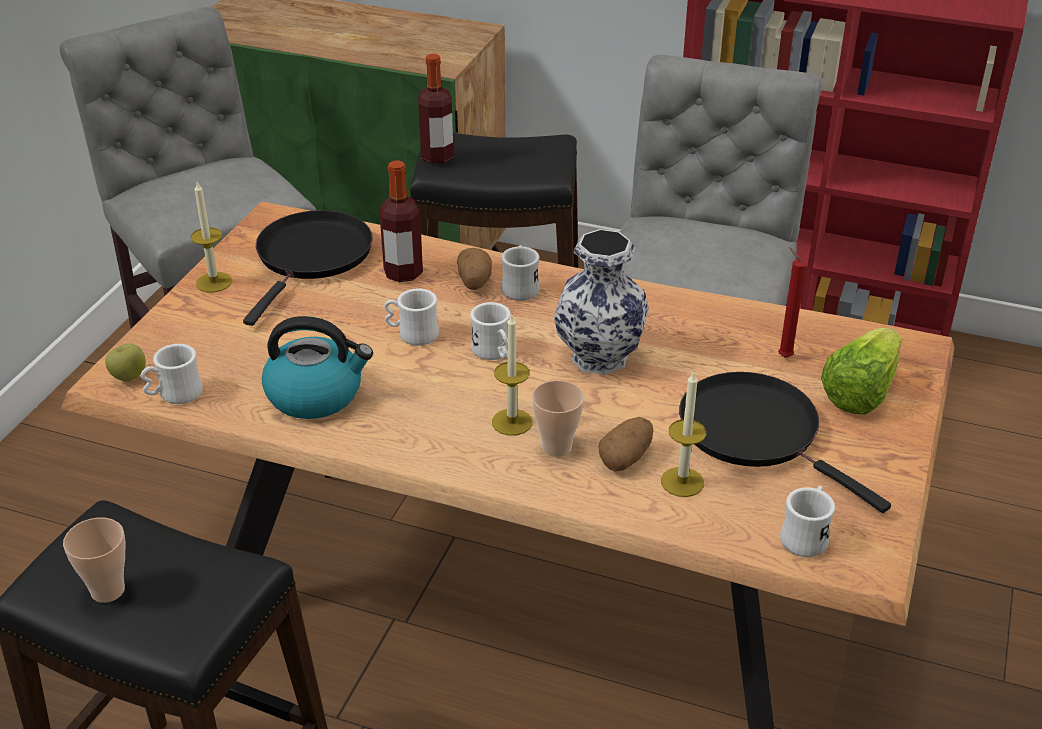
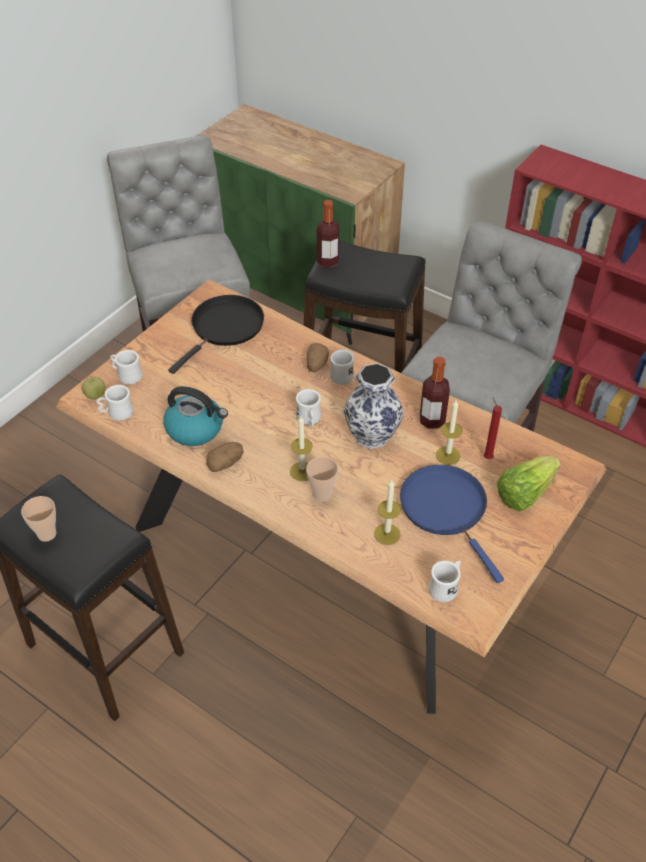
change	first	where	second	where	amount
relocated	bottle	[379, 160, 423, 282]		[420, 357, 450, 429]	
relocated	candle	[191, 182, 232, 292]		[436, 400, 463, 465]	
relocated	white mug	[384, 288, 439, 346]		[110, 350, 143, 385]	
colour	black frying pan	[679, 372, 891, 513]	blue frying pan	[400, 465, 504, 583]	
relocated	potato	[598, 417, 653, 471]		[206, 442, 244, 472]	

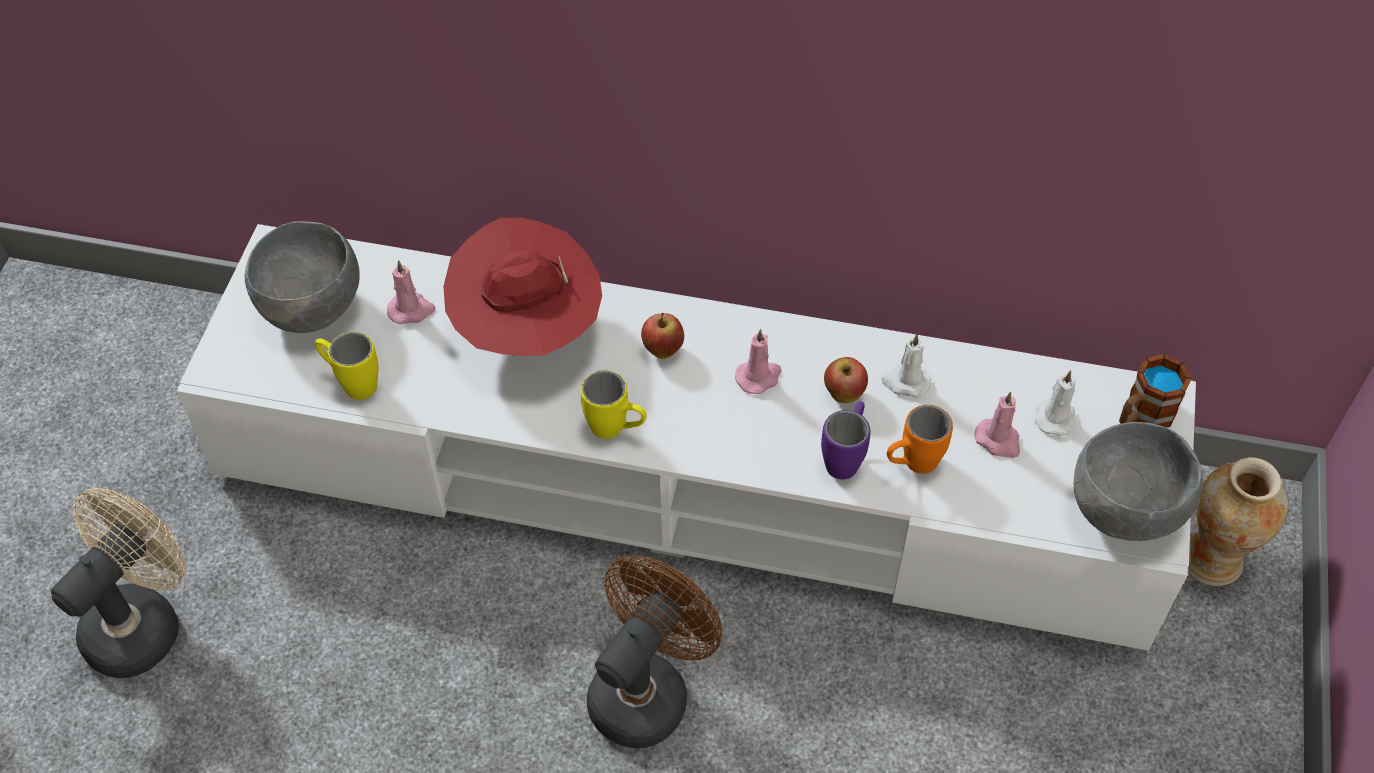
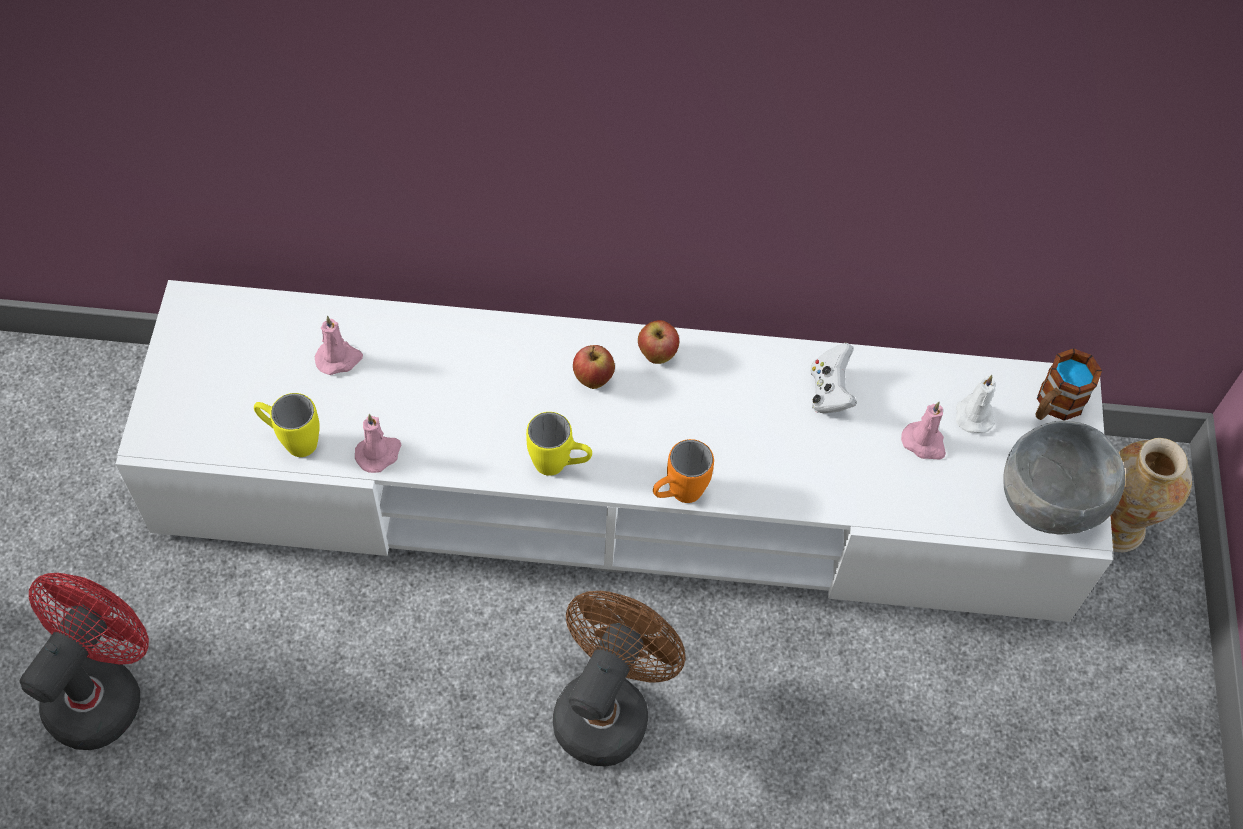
change	first	where	second	where	amount
missing	red hat	[443, 218, 602, 356]			
missing	grey bowl	[245, 221, 360, 333]			
relocated	pink candle	[735, 329, 782, 394]		[355, 414, 401, 473]	
exchanged	white candle	[881, 334, 931, 398]	white game controller	[810, 343, 857, 413]	
relocated	apple	[824, 357, 868, 403]		[638, 320, 679, 364]	
missing	purple mug	[821, 401, 871, 480]			
relocated	orange mug	[887, 405, 953, 474]		[653, 439, 714, 503]	
colour	beige fan	[51, 488, 186, 678]	red fan	[20, 573, 149, 750]	

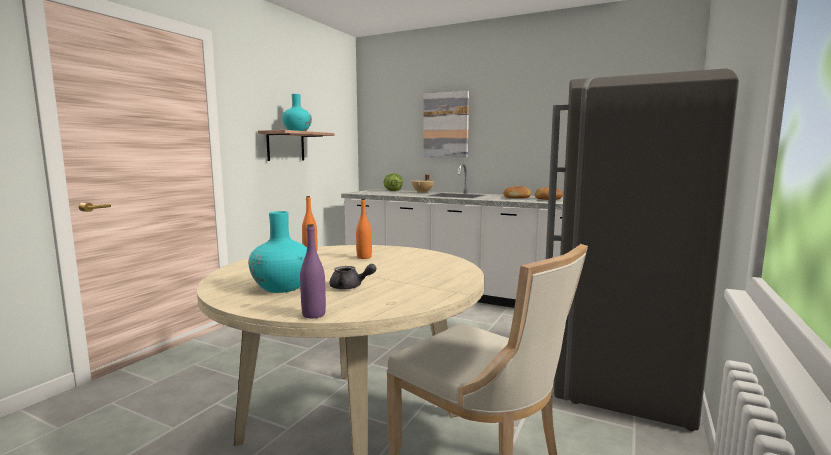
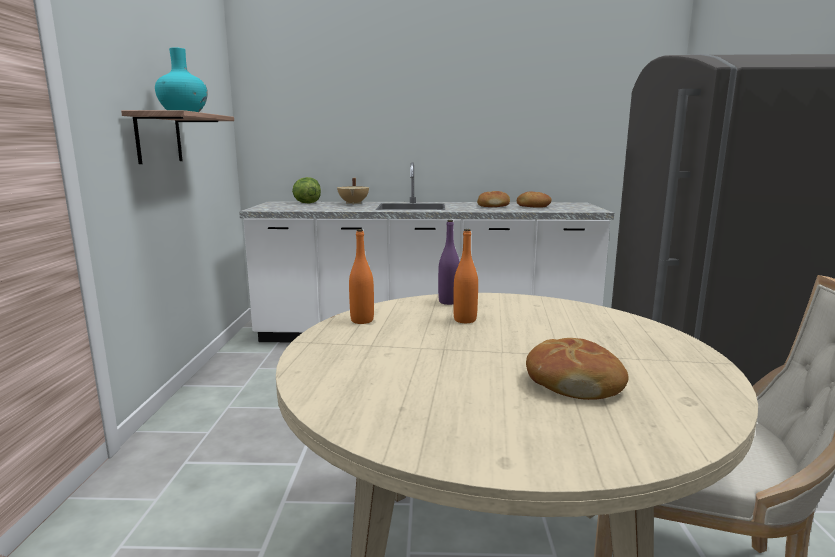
change	first	where	second	where	amount
missing	picture	[423, 91, 469, 157]			
missing	turquoise vase	[248, 211, 307, 293]			
relocated	purple bottle	[300, 224, 326, 319]		[438, 220, 460, 305]	
exchanged	grey teapot	[330, 264, 377, 290]	bread	[526, 338, 628, 400]	

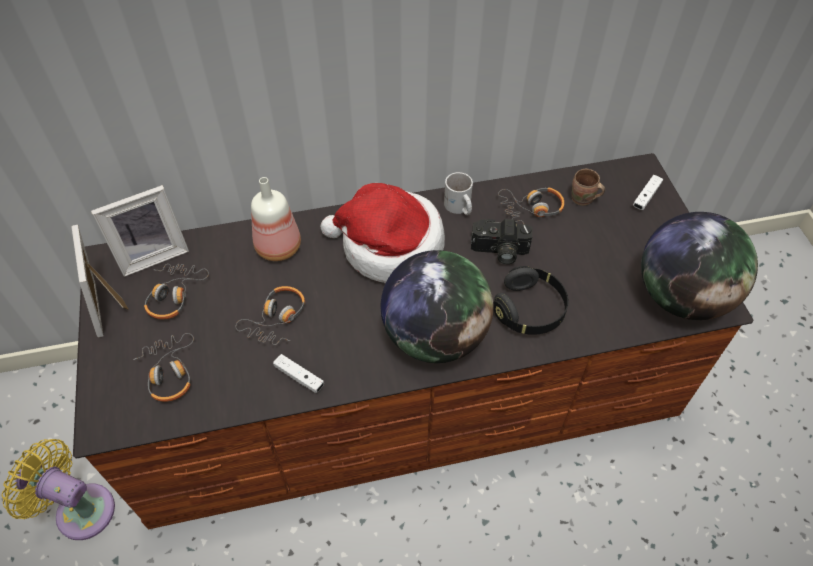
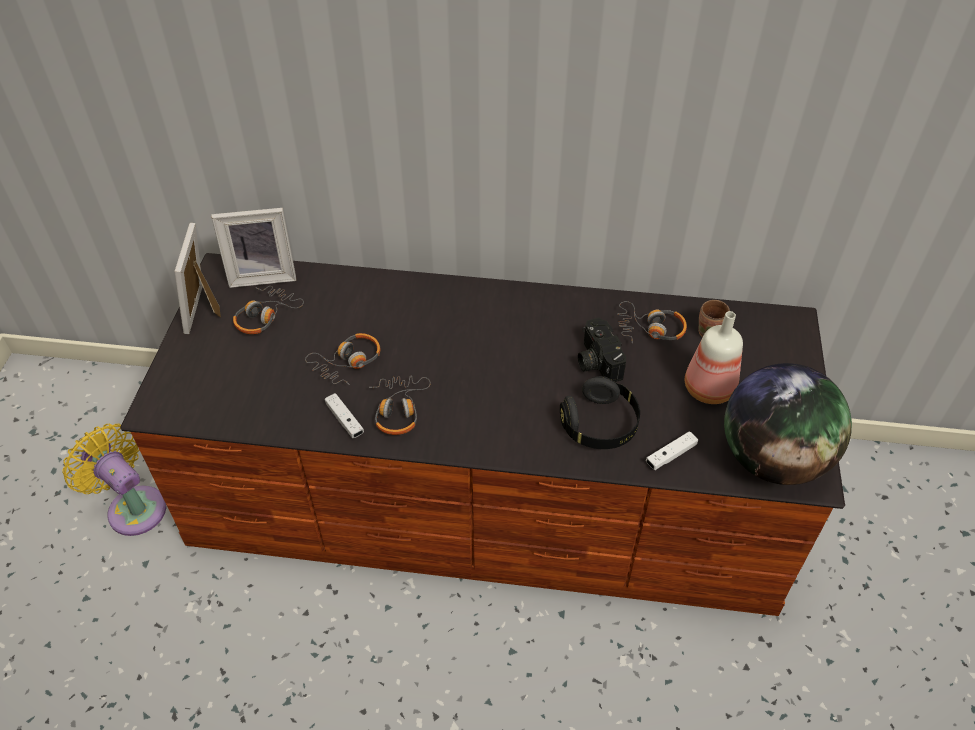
change	first	where	second	where	amount
missing	white mug	[444, 172, 473, 215]			
relocated	white game controller	[633, 175, 663, 210]		[646, 431, 698, 470]	
relocated	bottle	[251, 177, 301, 261]		[685, 311, 743, 404]	
missing	hat	[320, 183, 445, 283]			
spun	photo camera	[471, 219, 532, 264]		[578, 318, 626, 382]	45 degrees clockwise
missing	globe	[381, 250, 494, 363]			
relocated	headphones	[133, 333, 194, 402]		[369, 376, 431, 435]	

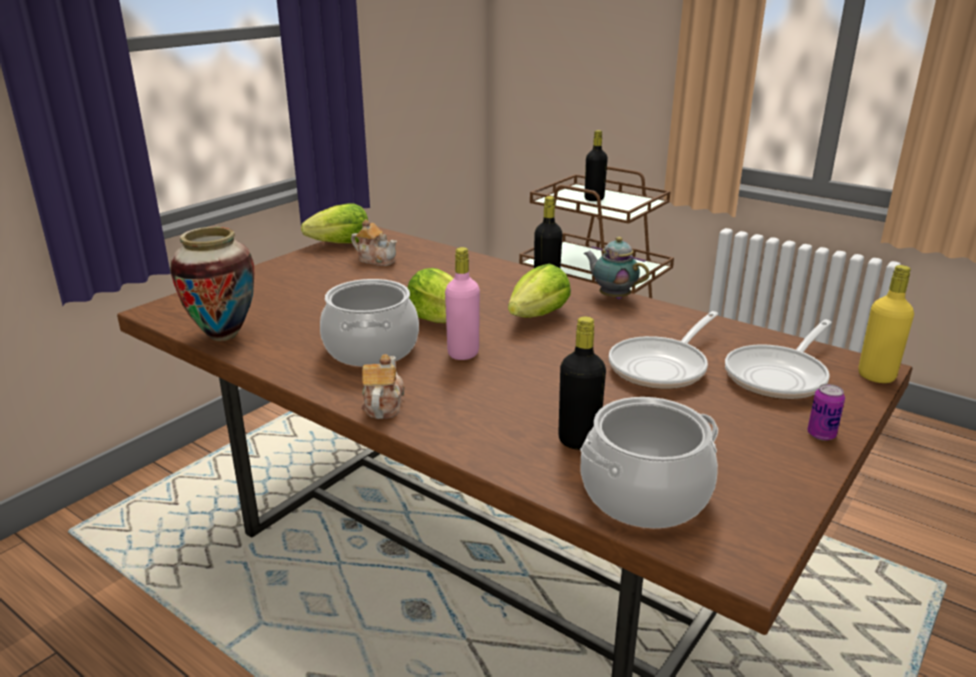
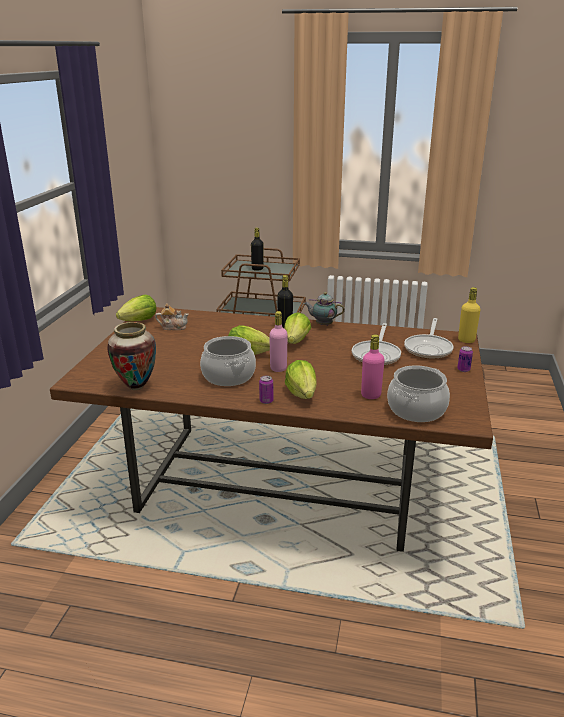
change	first	where	second	where	amount
colour	black bottle	[558, 316, 606, 450]	pink bottle	[361, 334, 384, 399]	
exchanged	teapot	[361, 354, 405, 419]	can	[259, 376, 273, 404]	
appeared			lettuce	[285, 360, 317, 399]	

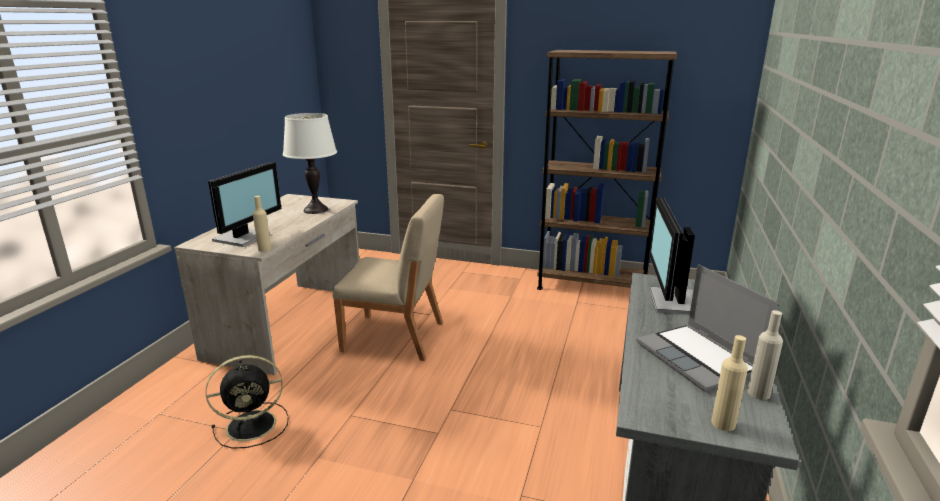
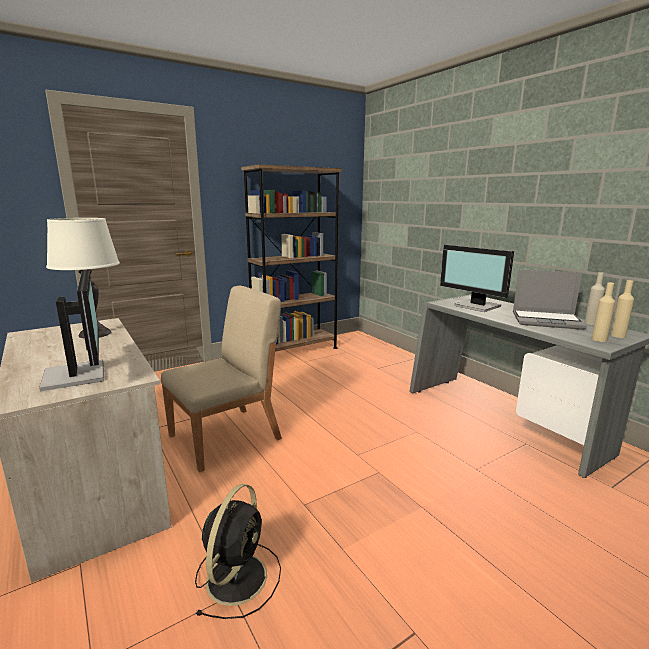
change	first	where	second	where	amount
relocated	beige bottle	[253, 196, 271, 252]		[592, 282, 615, 342]	

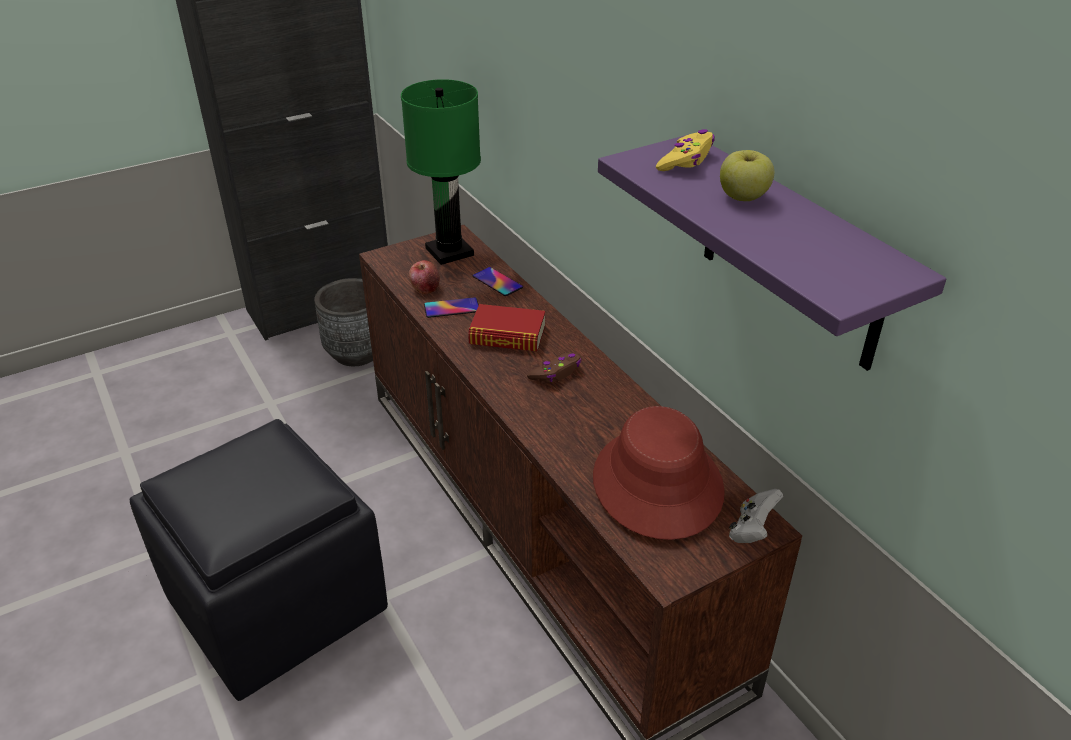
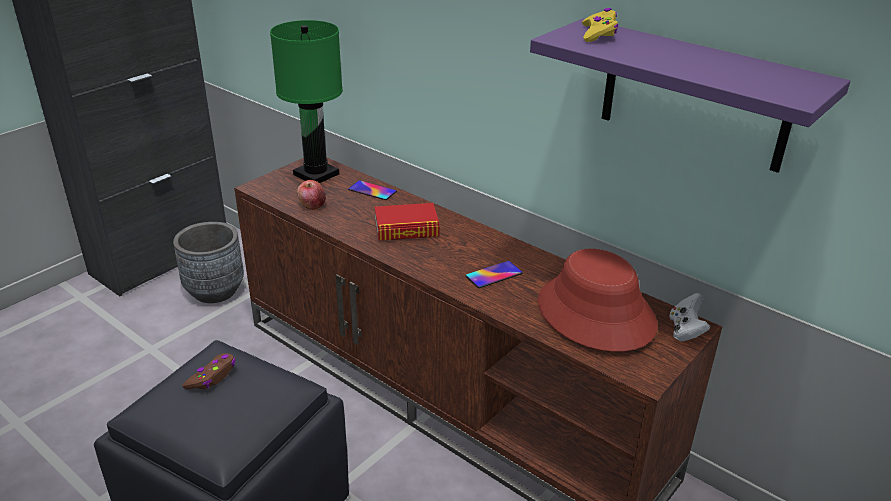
change	first	where	second	where	amount
missing	apple	[720, 150, 774, 201]			
relocated	phone	[424, 297, 479, 318]		[465, 261, 523, 288]	
relocated	brown game controller	[527, 352, 581, 383]		[182, 353, 236, 389]	

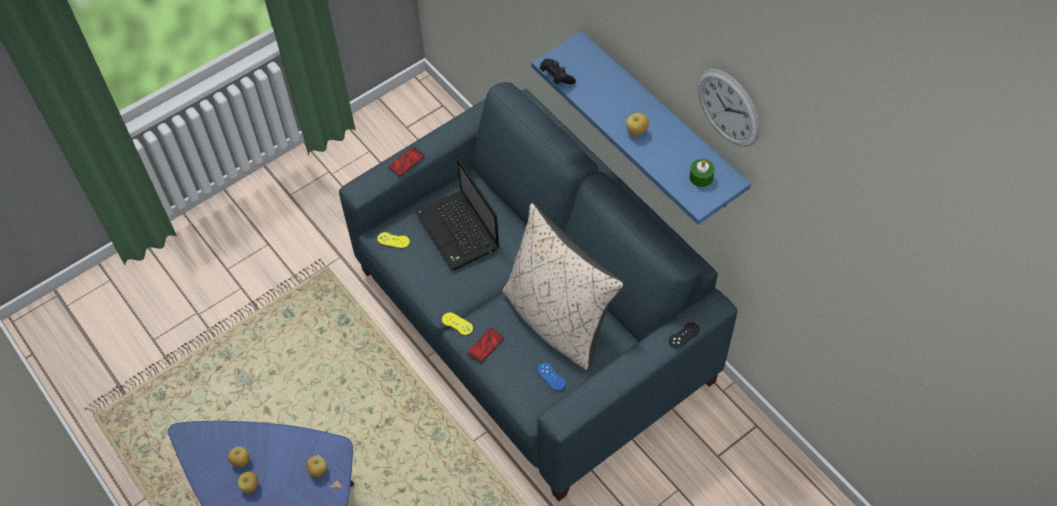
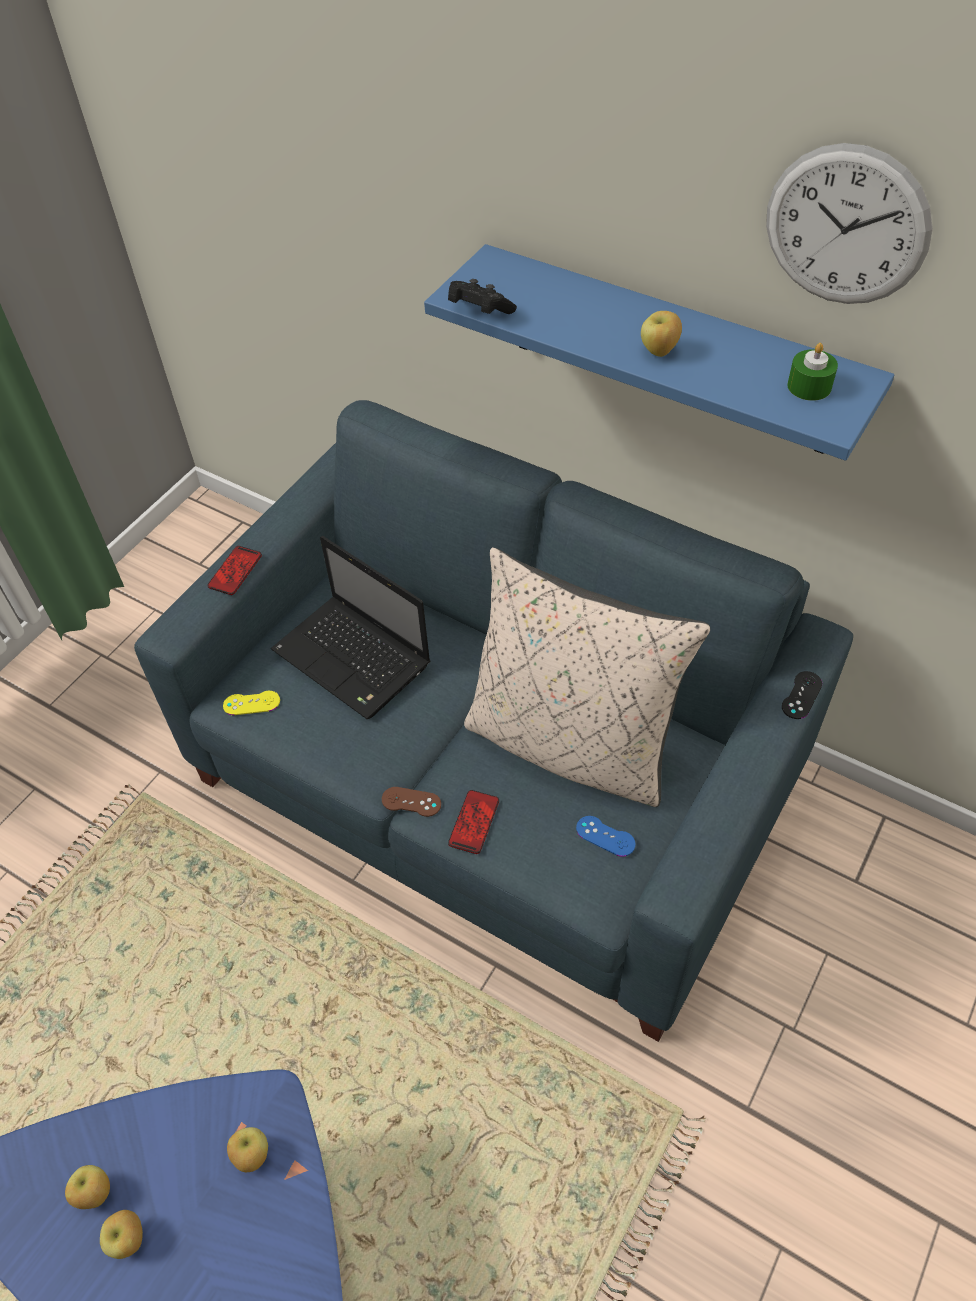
change	first	where	second	where	amount
colour	yellow game controller	[442, 312, 473, 335]	brown game controller	[382, 787, 441, 817]	

